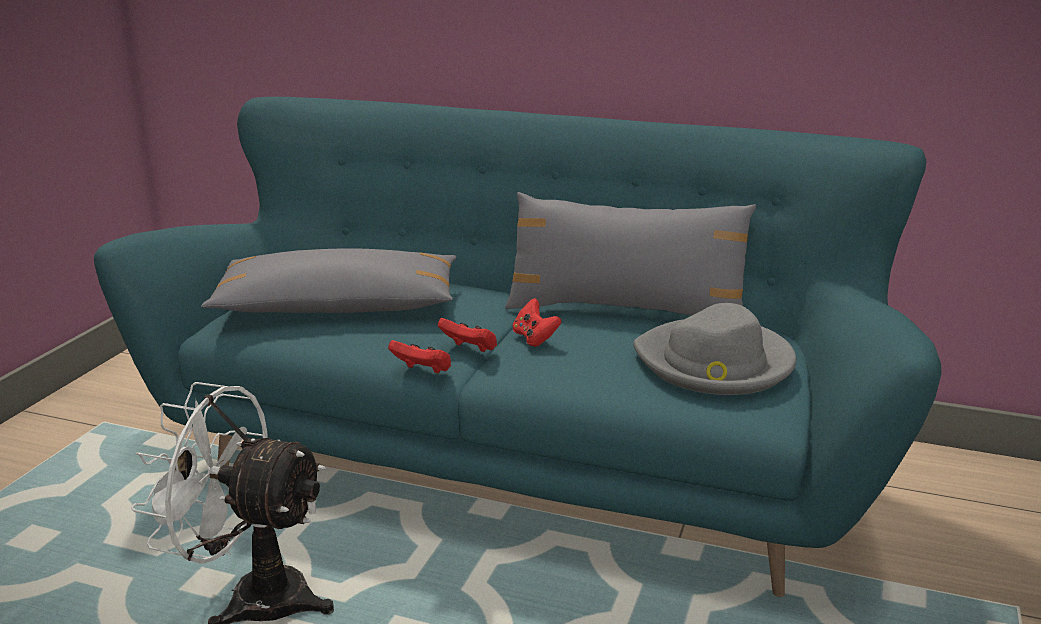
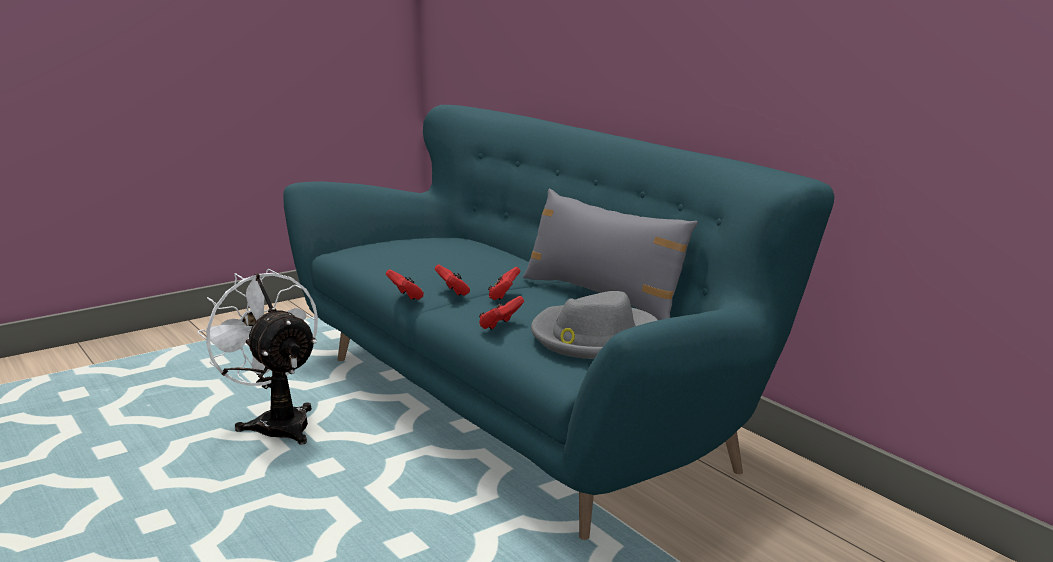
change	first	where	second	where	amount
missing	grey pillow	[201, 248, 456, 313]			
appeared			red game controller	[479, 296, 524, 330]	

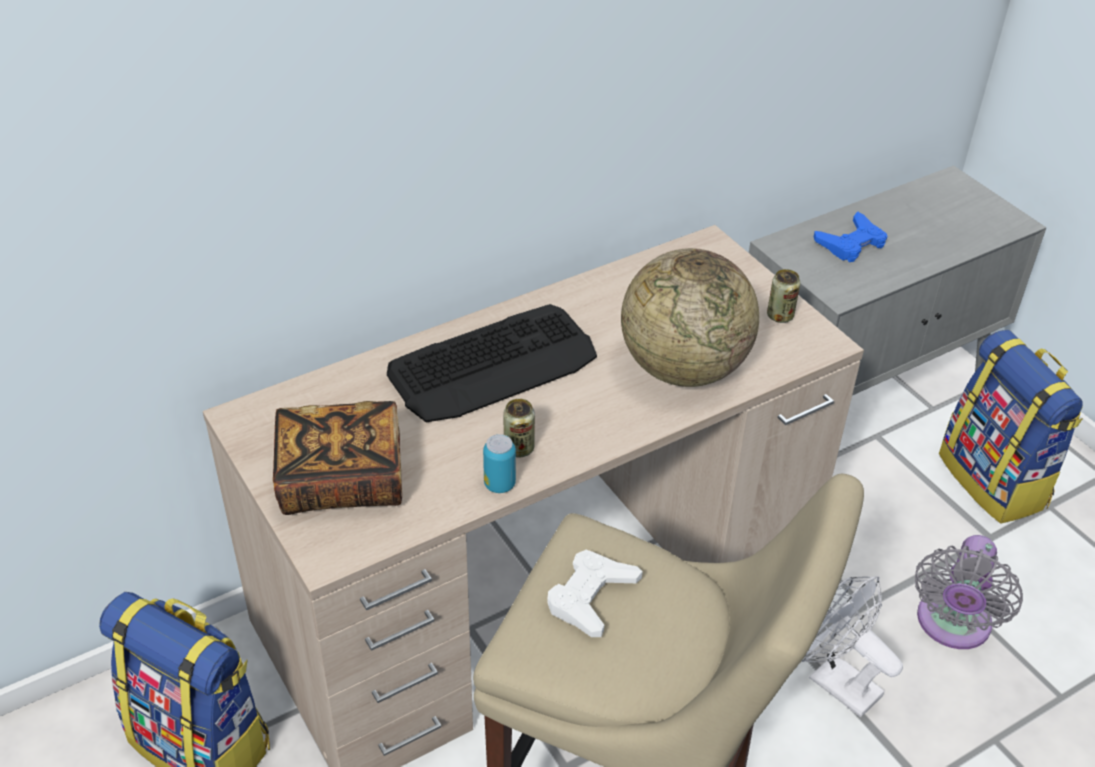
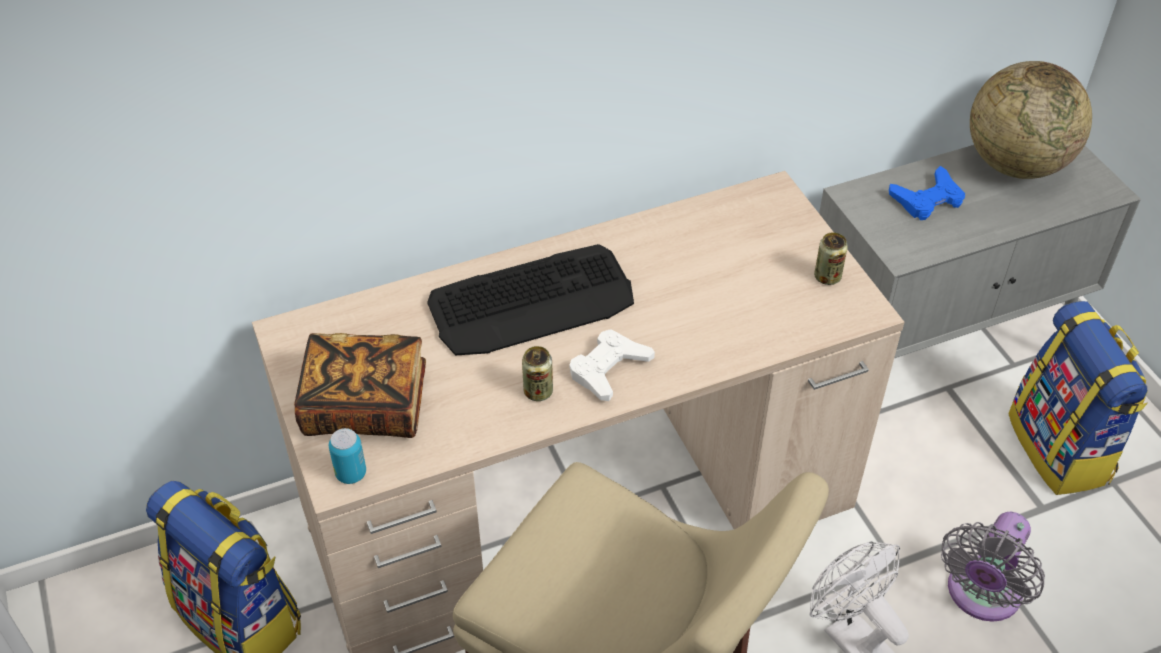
change	first	where	second	where	amount
relocated	globe	[621, 248, 759, 387]		[970, 61, 1092, 179]	
relocated	can	[483, 434, 516, 493]		[329, 428, 366, 484]	
relocated	white game controller	[547, 550, 643, 637]		[569, 329, 655, 401]	

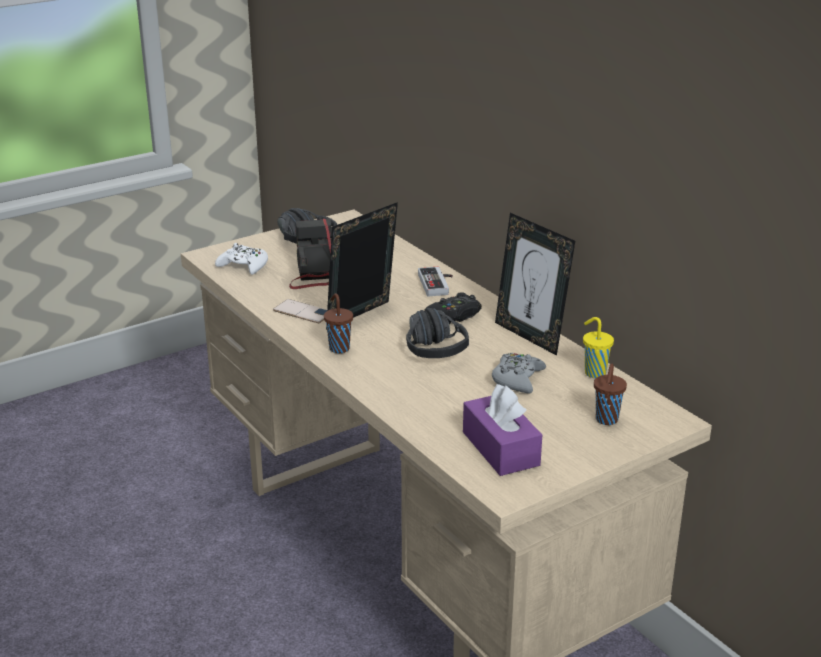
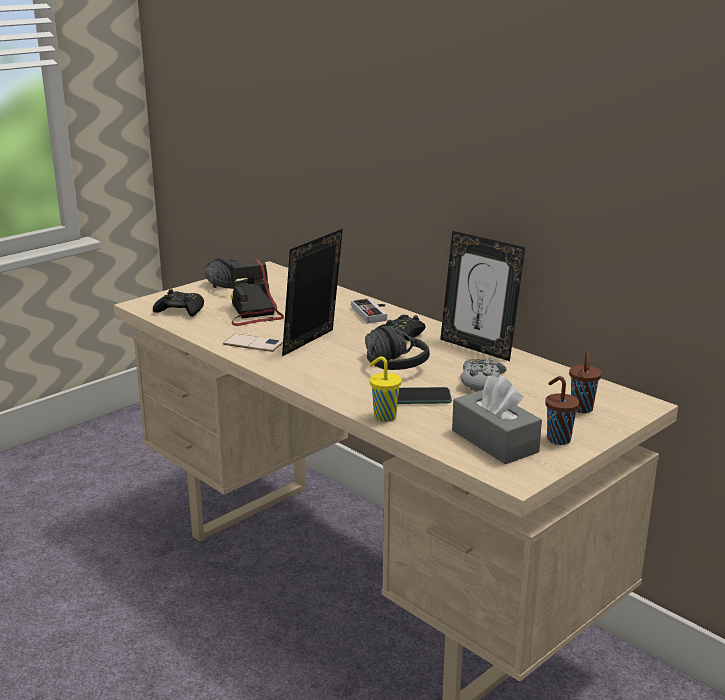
change	first	where	second	where	amount
colour	white game controller	[215, 243, 268, 275]	black game controller	[153, 289, 204, 317]	
relocated	brown cup	[324, 293, 353, 353]		[545, 376, 580, 445]	
relocated	yellow cup	[583, 317, 614, 378]		[369, 356, 402, 422]	
colour	purple tissue box	[463, 384, 542, 476]	grey tissue box	[452, 375, 542, 464]	
appeared			phone	[398, 387, 452, 404]	

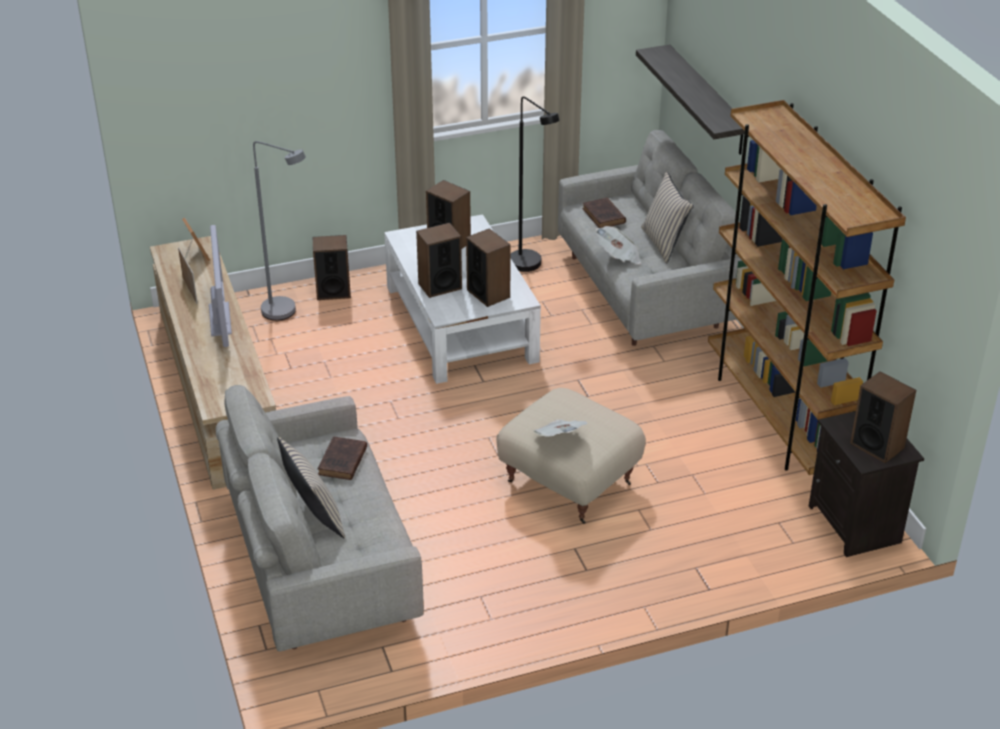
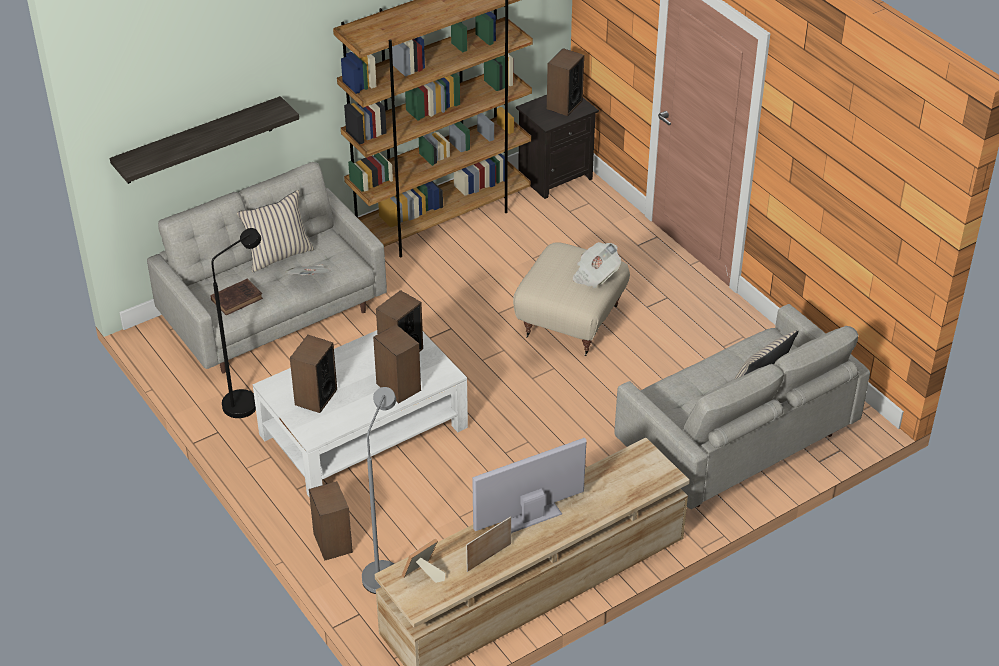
change	first	where	second	where	amount
missing	brown book	[317, 437, 367, 480]			

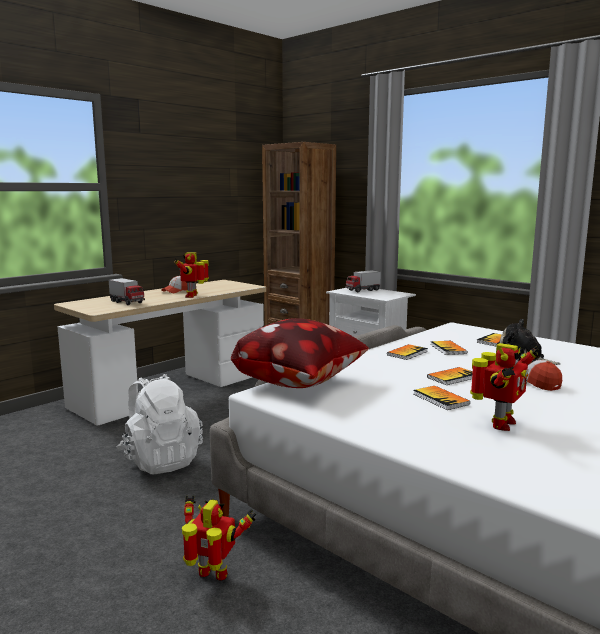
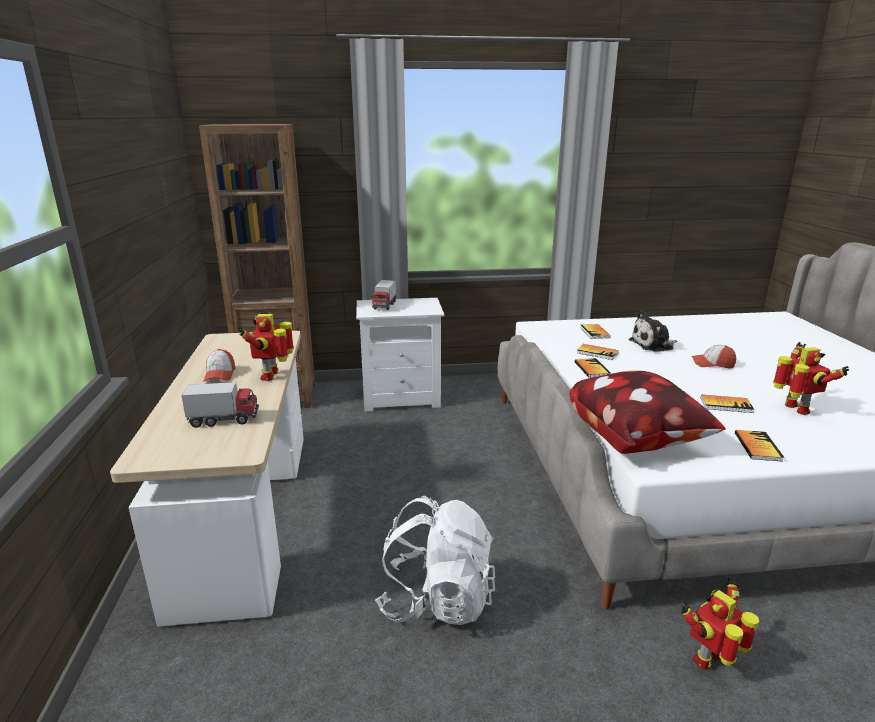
change	first	where	second	where	amount
spun	toy robot	[174, 252, 209, 298]		[239, 312, 294, 381]	45 degrees clockwise
relocated	book	[427, 367, 473, 385]		[735, 430, 784, 462]	

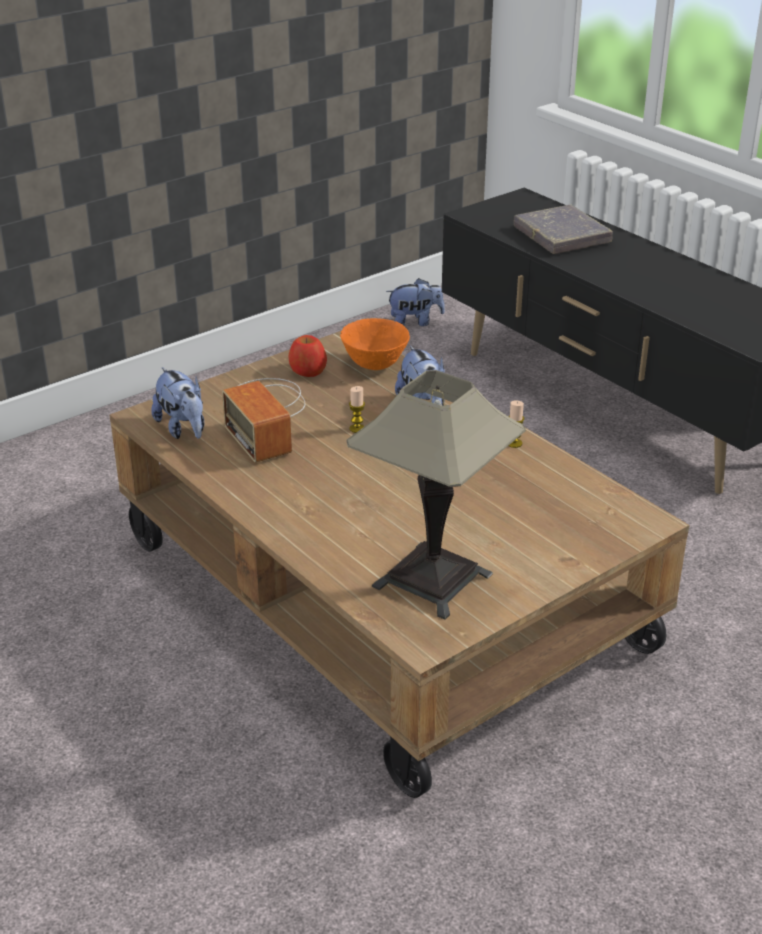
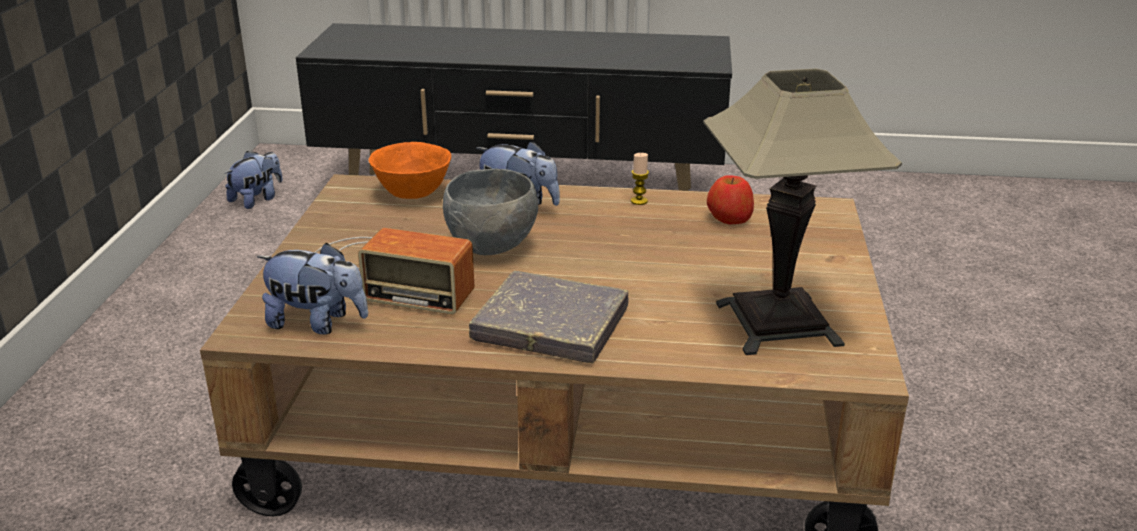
change	first	where	second	where	amount
relocated	grey book	[514, 205, 613, 254]		[469, 271, 628, 363]	
relocated	apple	[288, 335, 327, 377]		[707, 175, 754, 224]	
exchanged	candle	[349, 386, 365, 433]	grey bowl	[443, 169, 538, 255]	

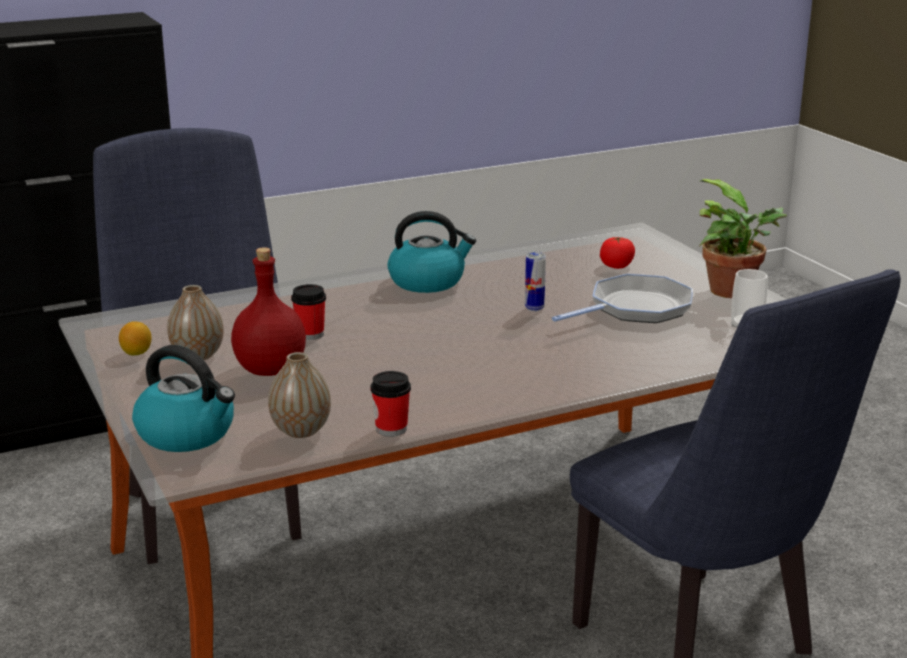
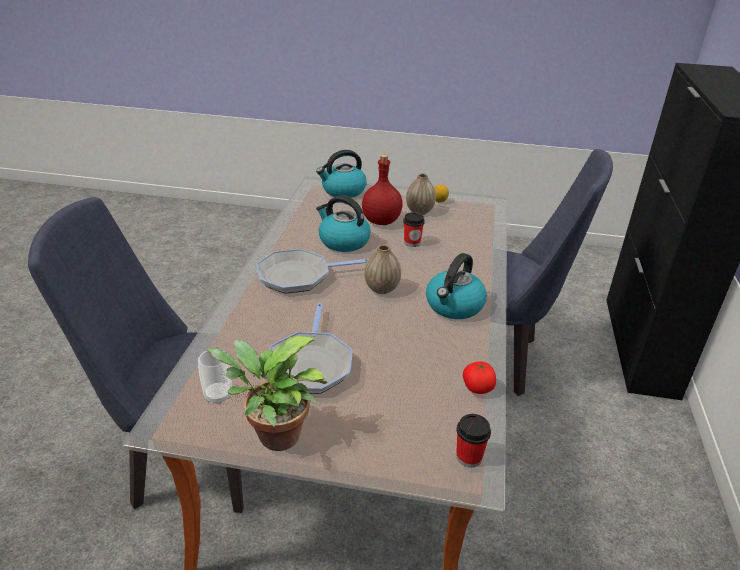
change	first	where	second	where	amount
relocated	tomato	[600, 237, 635, 269]		[463, 361, 496, 394]	
missing	can	[525, 252, 546, 311]			
relocated	vase	[268, 352, 331, 438]		[364, 244, 401, 294]	
relocated	cup	[371, 371, 411, 437]		[456, 414, 491, 468]	
appeared			kettle	[316, 195, 371, 252]	
appeared			frying pan	[256, 249, 368, 293]	

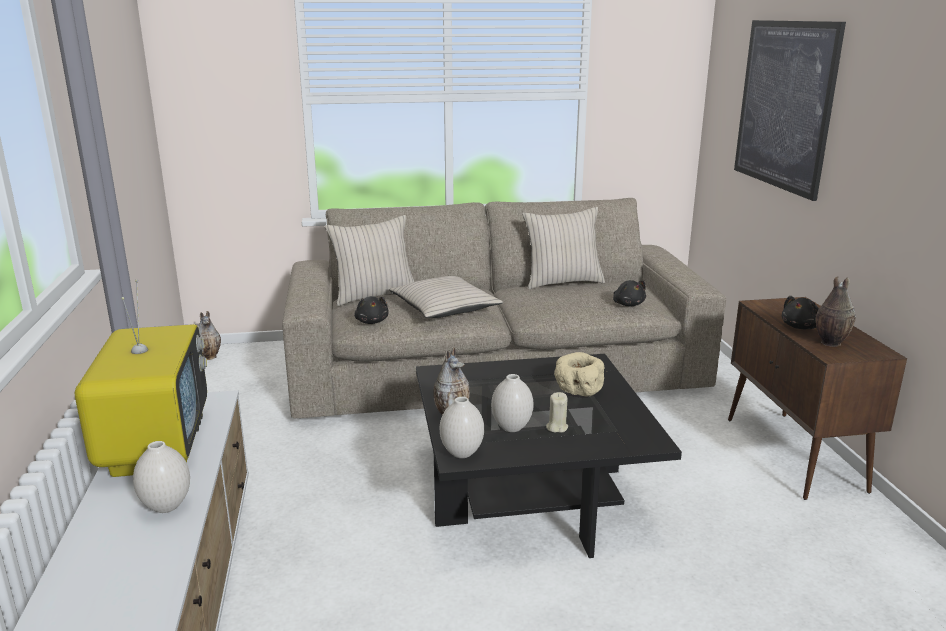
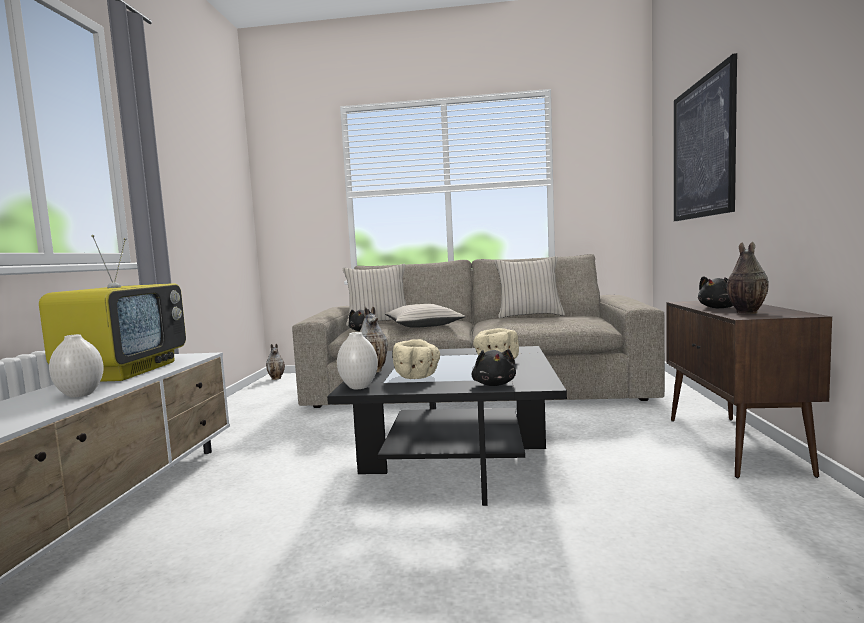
change	first	where	second	where	amount
relocated	black plush toy	[613, 280, 646, 307]		[472, 349, 516, 386]	
exchanged	white vase	[491, 374, 534, 432]	beige bowl	[392, 339, 440, 379]	
missing	beige candle	[546, 392, 568, 433]			

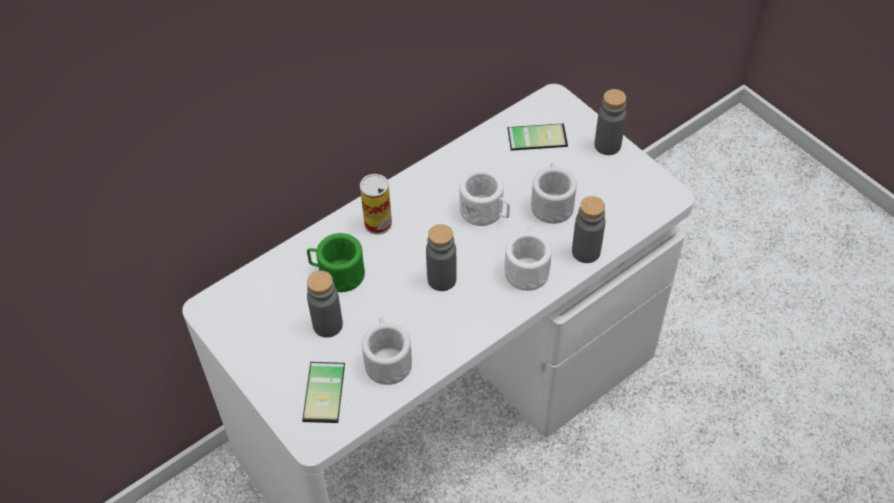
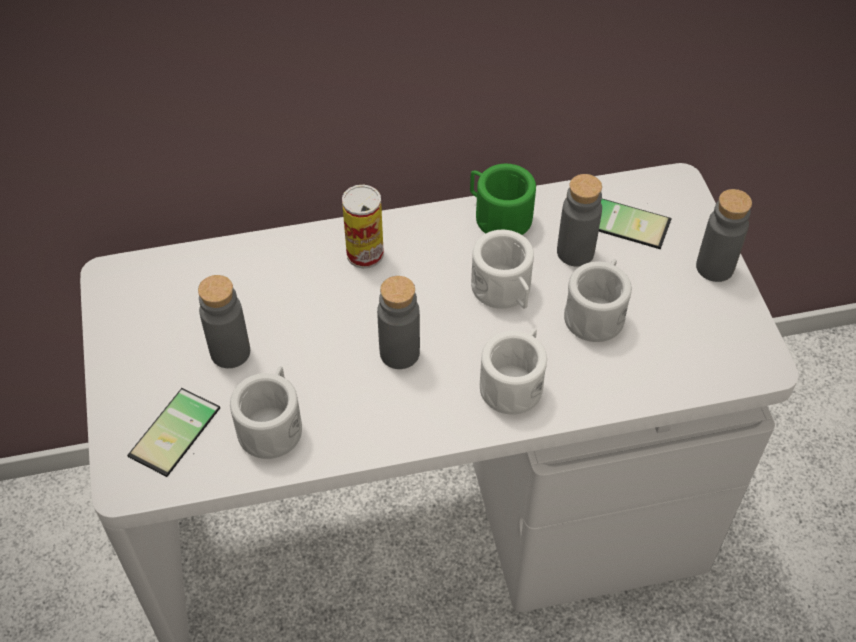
change	first	where	second	where	amount
relocated	grey bottle	[572, 196, 605, 263]		[557, 174, 602, 266]	
relocated	green mug	[307, 233, 365, 292]		[470, 164, 536, 235]	

